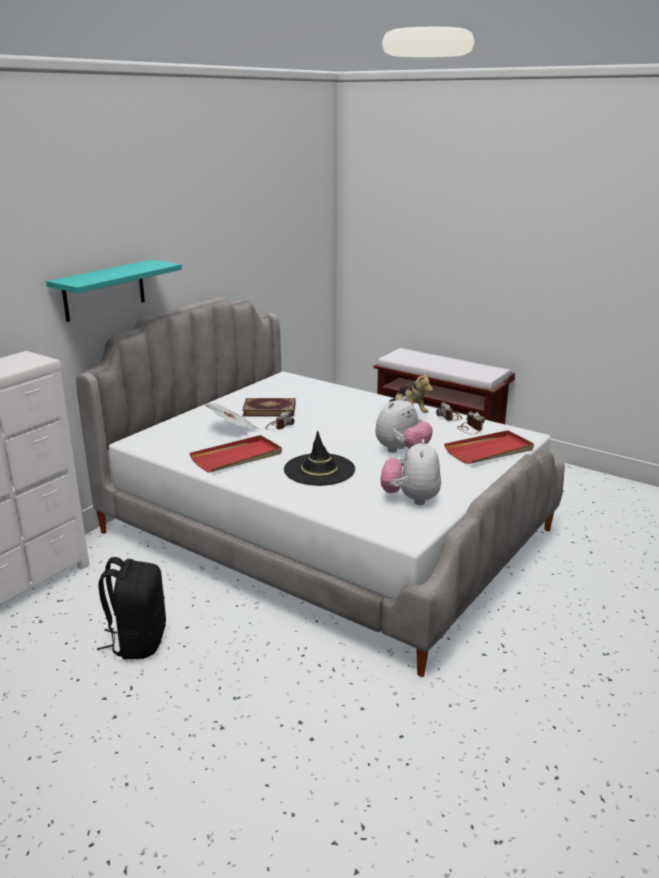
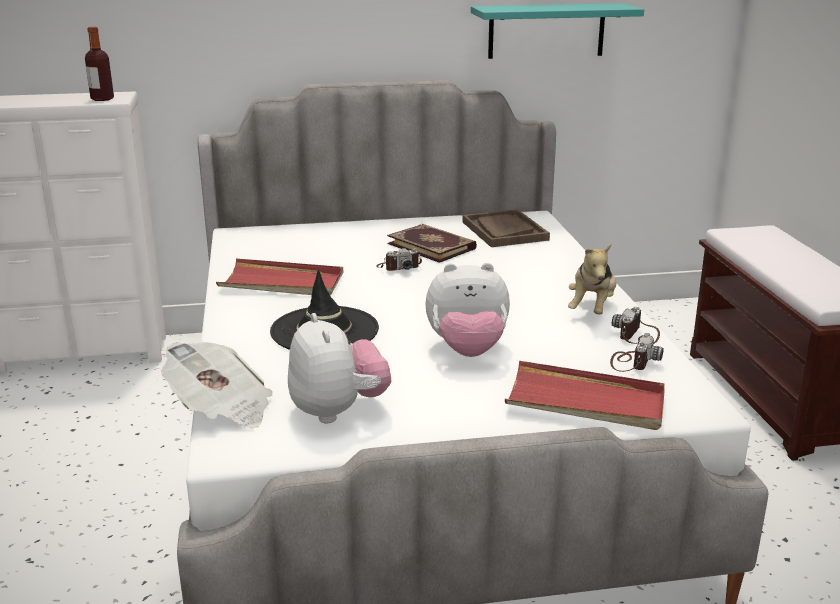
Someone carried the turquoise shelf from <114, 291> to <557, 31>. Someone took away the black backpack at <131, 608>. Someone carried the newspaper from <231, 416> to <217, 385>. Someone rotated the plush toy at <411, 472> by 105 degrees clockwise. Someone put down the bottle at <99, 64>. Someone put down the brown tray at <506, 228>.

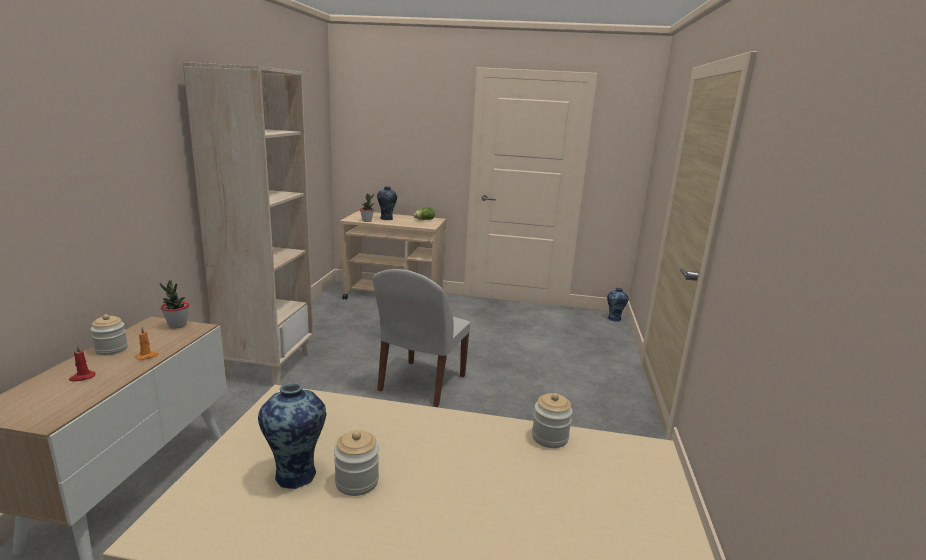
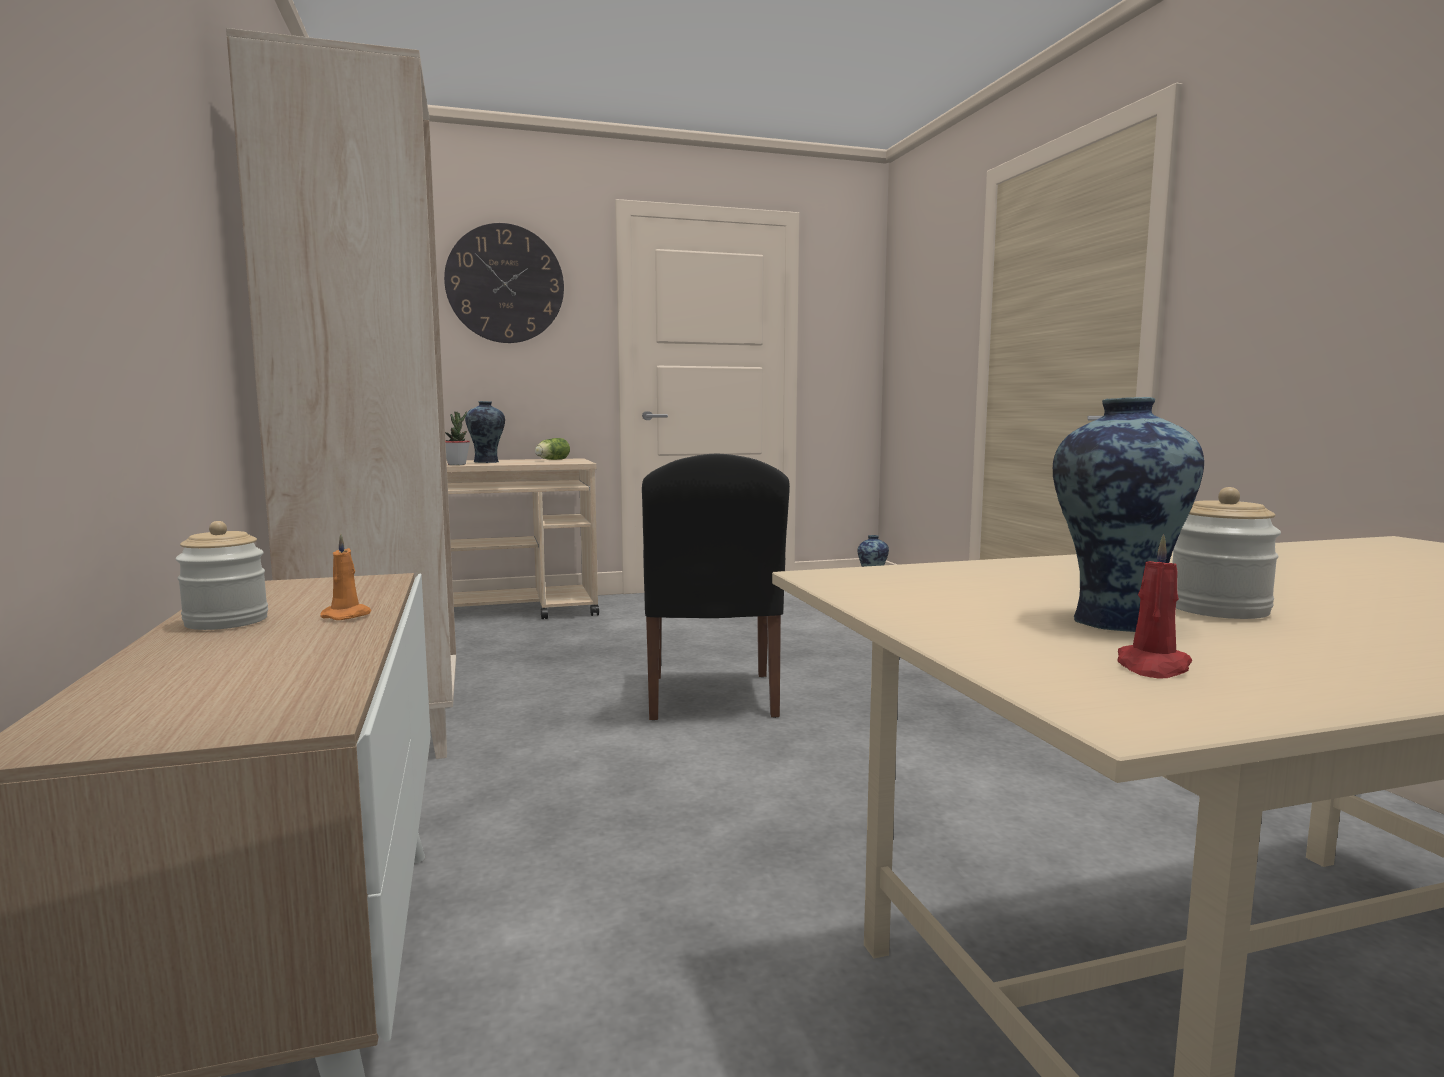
Someone carried the red candle from <82, 363> to <1155, 606>. Someone took away the potted plant at <174, 304>. Someone repainted the white chair at <421, 338>, which became the black chair at <716, 586>. Someone took away the jar at <552, 420>. Someone put up the wall clock at <504, 283>.

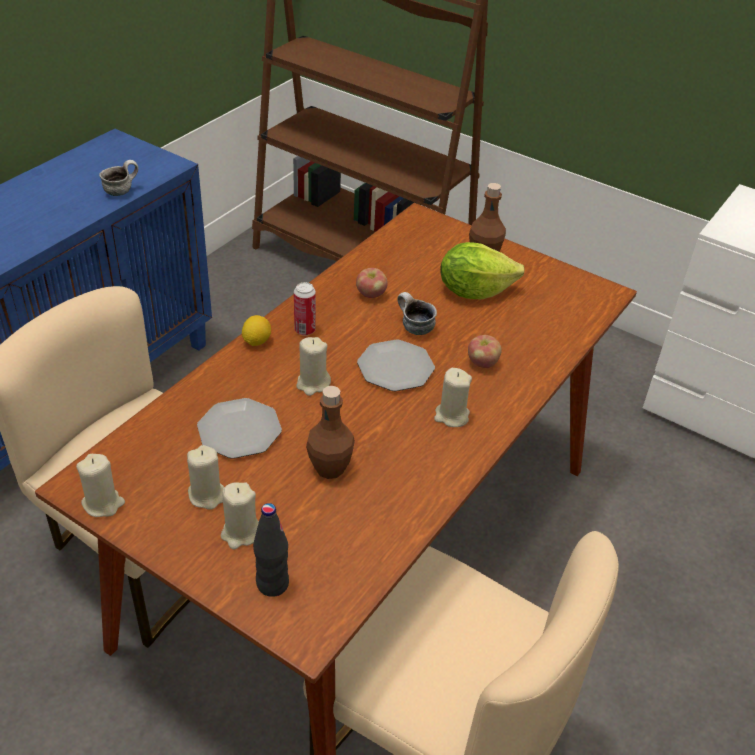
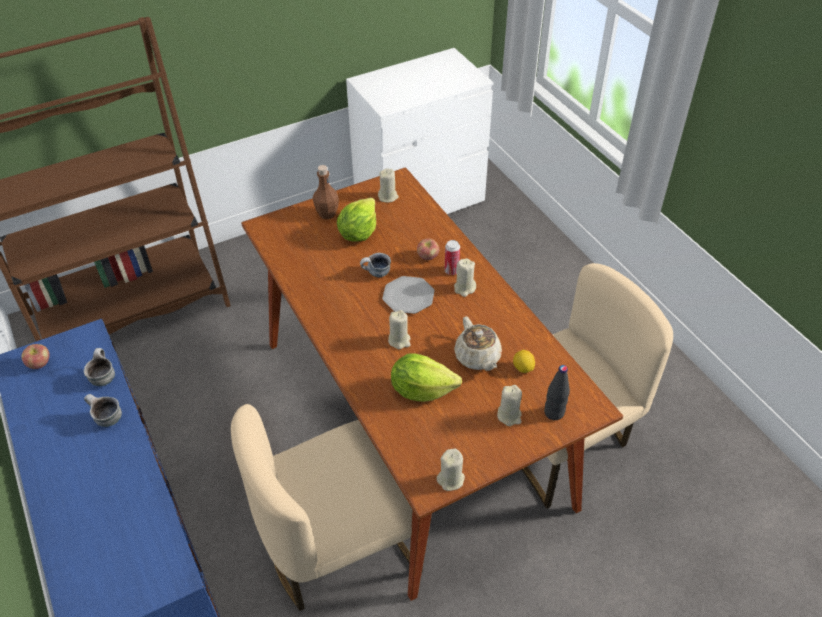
Someone carried the beige candle from <205, 477> to <388, 185>. Someone swapped the plate at <239, 428> for the lettuce at <426, 377>. Someone carried the lemon from <256, 330> to <524, 361>. Someone carried the can from <305, 309> to <452, 257>. Someone swapped the brown bottle at <330, 432> for the beige teapot at <478, 344>. Someone carried the apple from <372, 283> to <36, 356>. Someone put down the mug at <103, 410>.

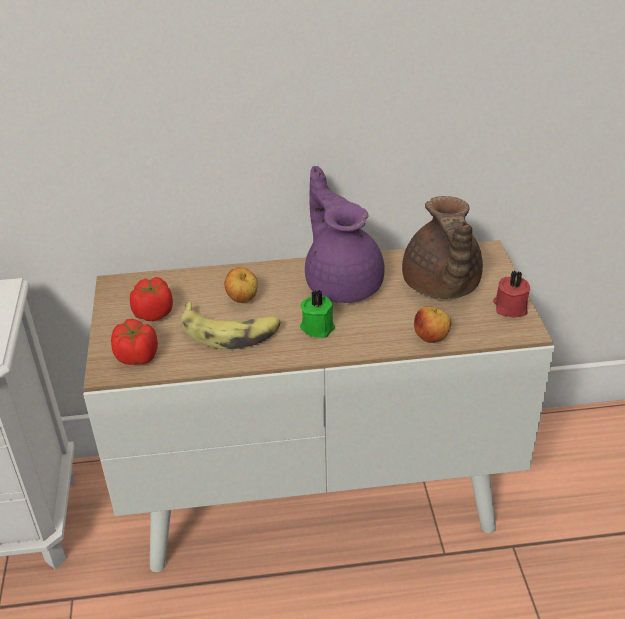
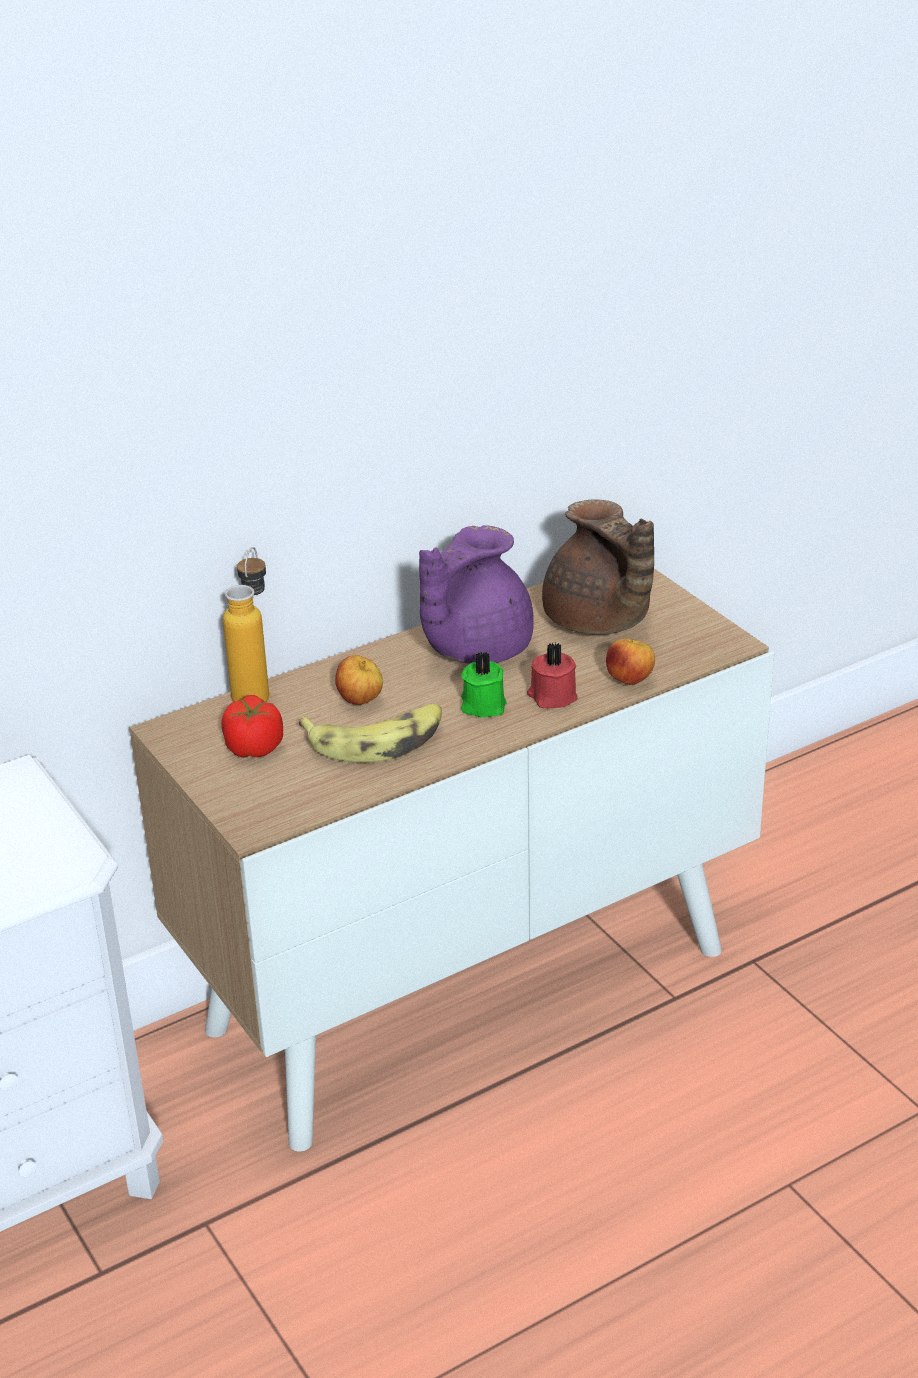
Someone took away the tomato at <134, 342>. Someone rotated the purple teapot at <345, 234> by 90 degrees counterclockwise. Someone carried the red candle from <511, 294> to <552, 675>. Someone put down the bottle at <246, 625>.

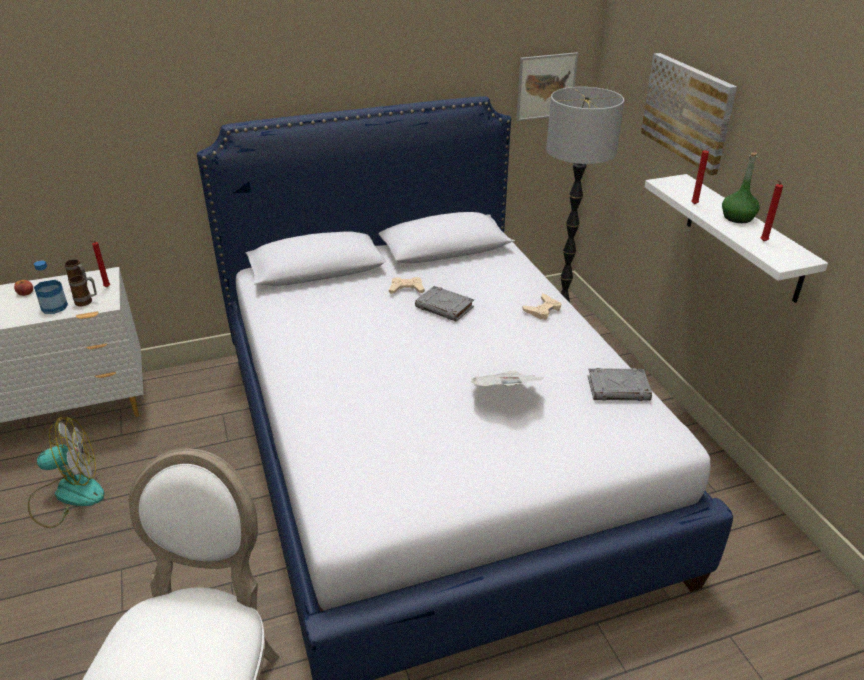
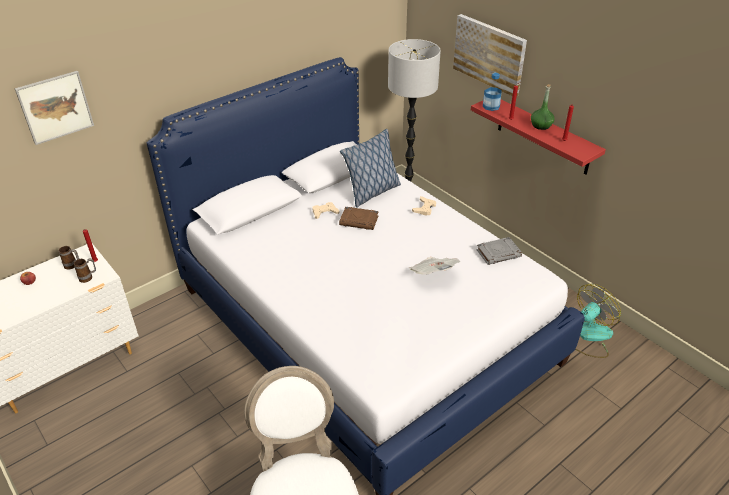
Someone carried the fan from <66, 472> to <598, 321>. Someone carried the bottle from <51, 287> to <492, 92>. Someone repainted the grey book at <444, 304>, which became the brown book at <359, 218>. Someone carried the picture from <547, 86> to <54, 108>. Someone repainted the white shelf at <736, 238>, which became the red shelf at <538, 137>. Someone put down the pillow at <370, 168>.

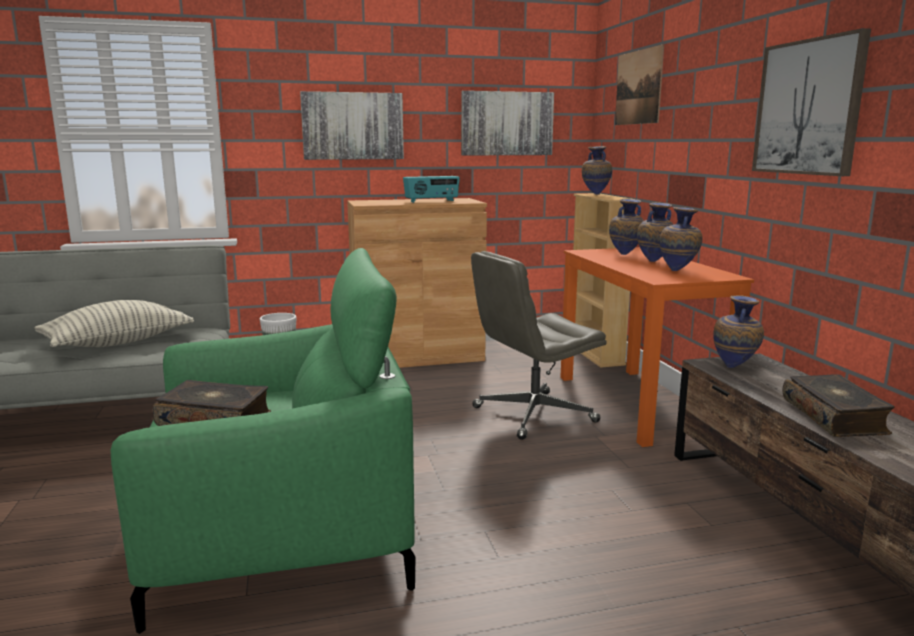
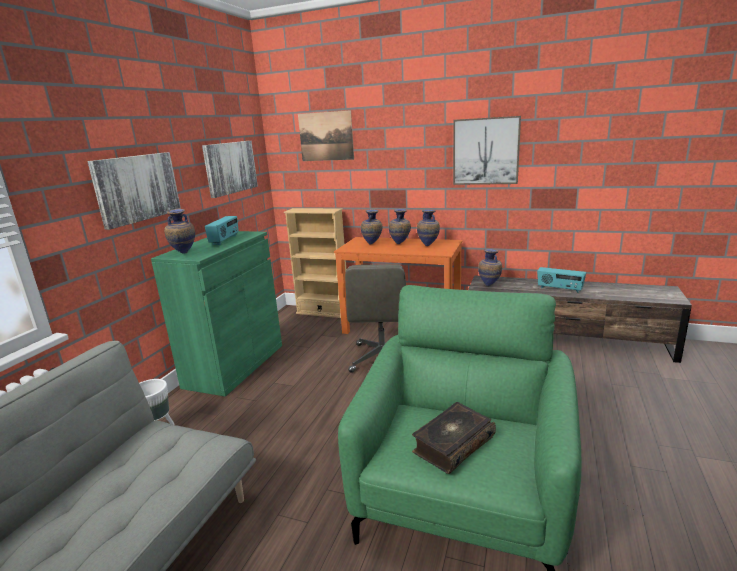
Someone took away the pillow at <114, 323>. Someone repainted the brown cabinet at <417, 283>, which became the green cabinet at <216, 314>. Someone carried the vase from <597, 170> to <179, 231>. Someone swapped the book at <838, 405> for the radio at <561, 280>.

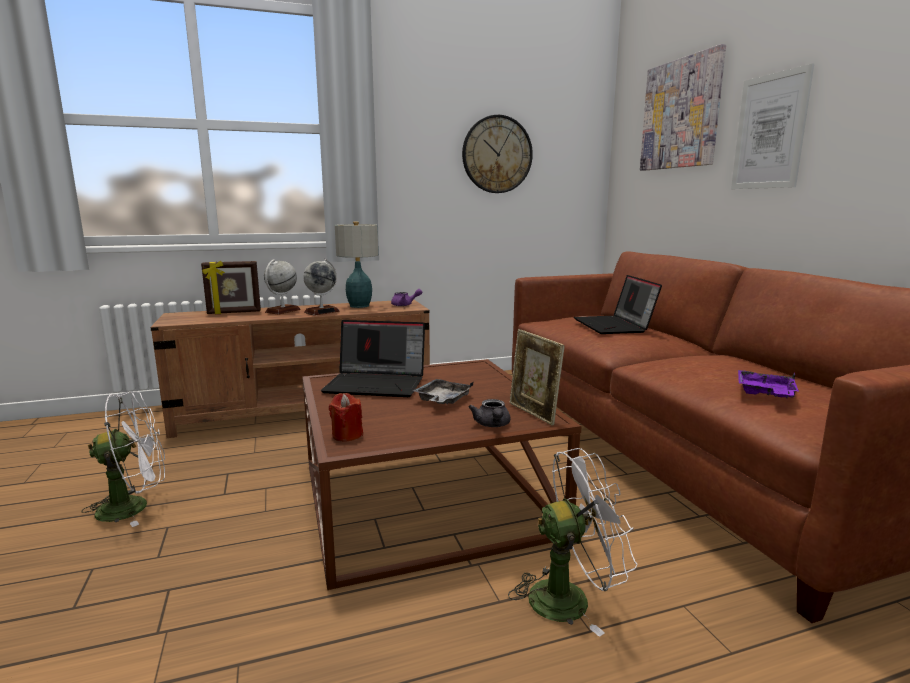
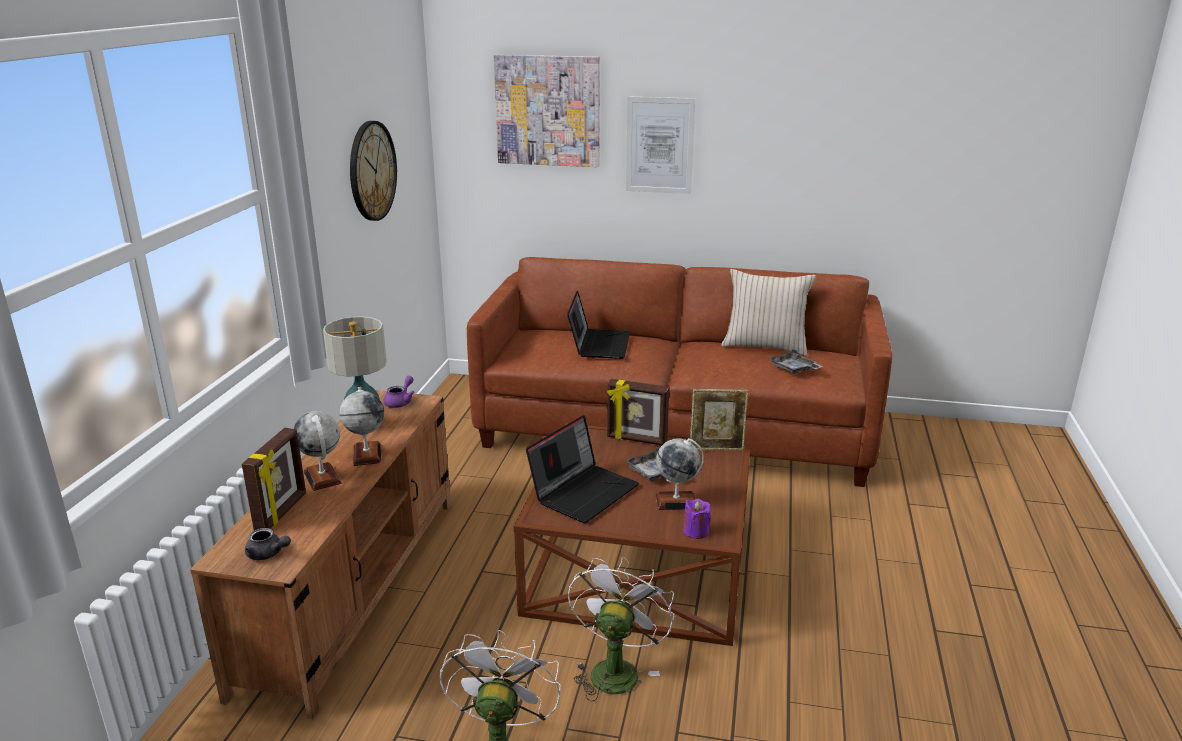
Someone repainted the red candle at <346, 417>, which became the purple candle at <697, 519>. Someone carried the grey teapot from <489, 413> to <268, 544>. Someone carried the white fan from <572, 542> to <621, 628>. Someone rotated the laptop at <618, 304> by 105 degrees counterclockwise. Someone repainted the purple tray at <768, 384>, which became the grey tray at <795, 361>. Someone put down the picture frame at <638, 412>. Someone put down the globe at <679, 474>. Someone put down the beige pillow at <769, 312>.

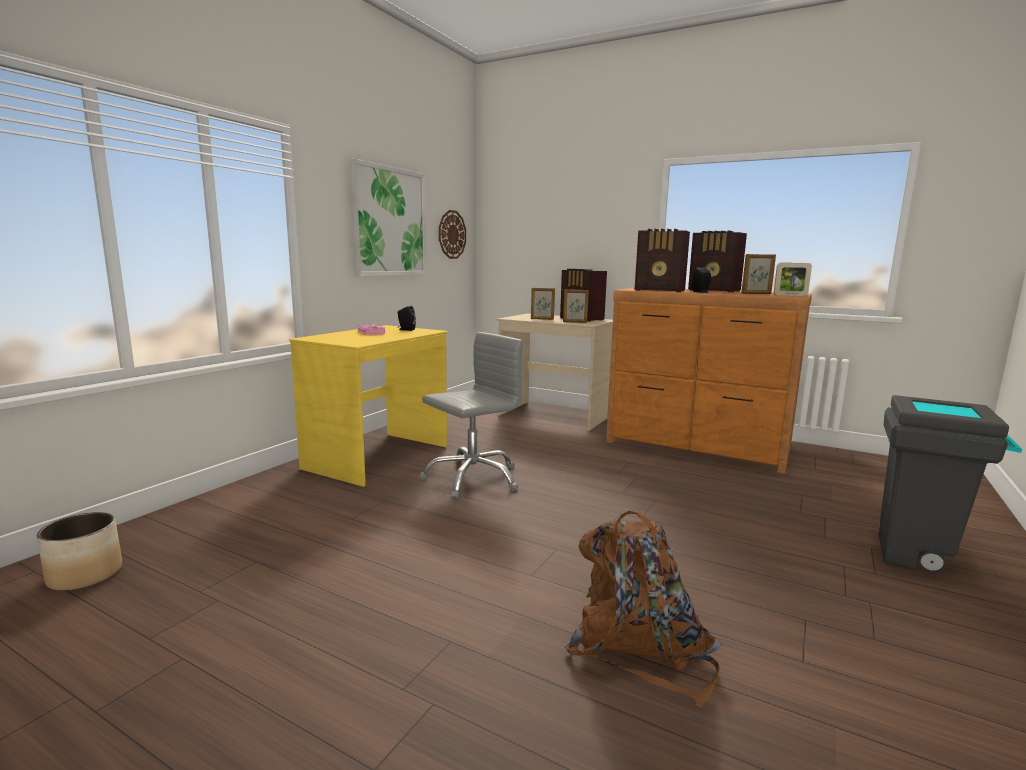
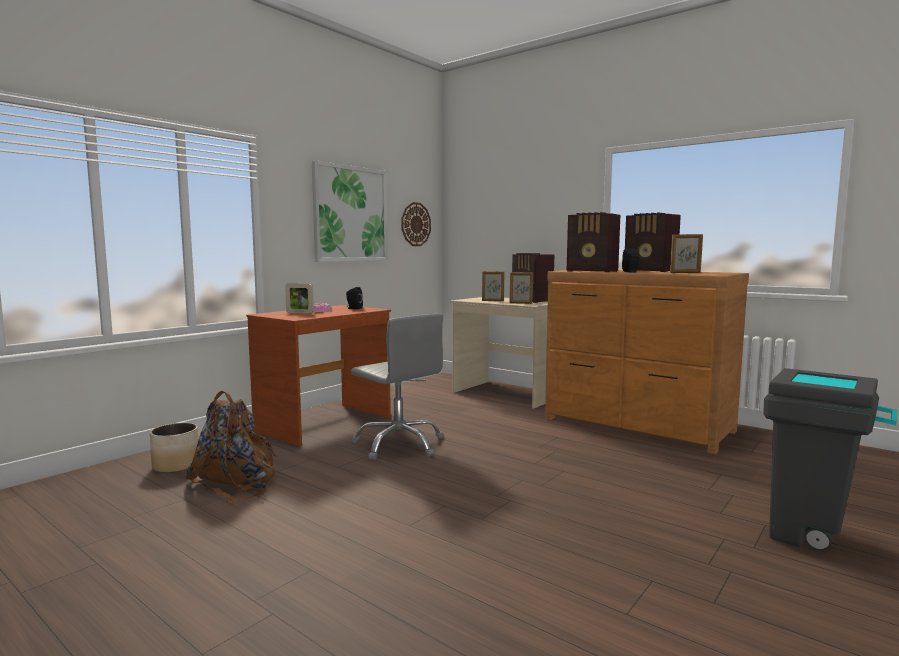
Someone carried the planter from <79, 551> to <174, 448>. Someone repainted the yellow desk at <369, 406>, which became the brown desk at <318, 376>. Someone rotated the grey office chair at <471, 415> by 75 degrees clockwise. Someone carried the brown backpack from <643, 609> to <231, 447>. Someone carried the picture frame from <793, 279> to <299, 299>.

